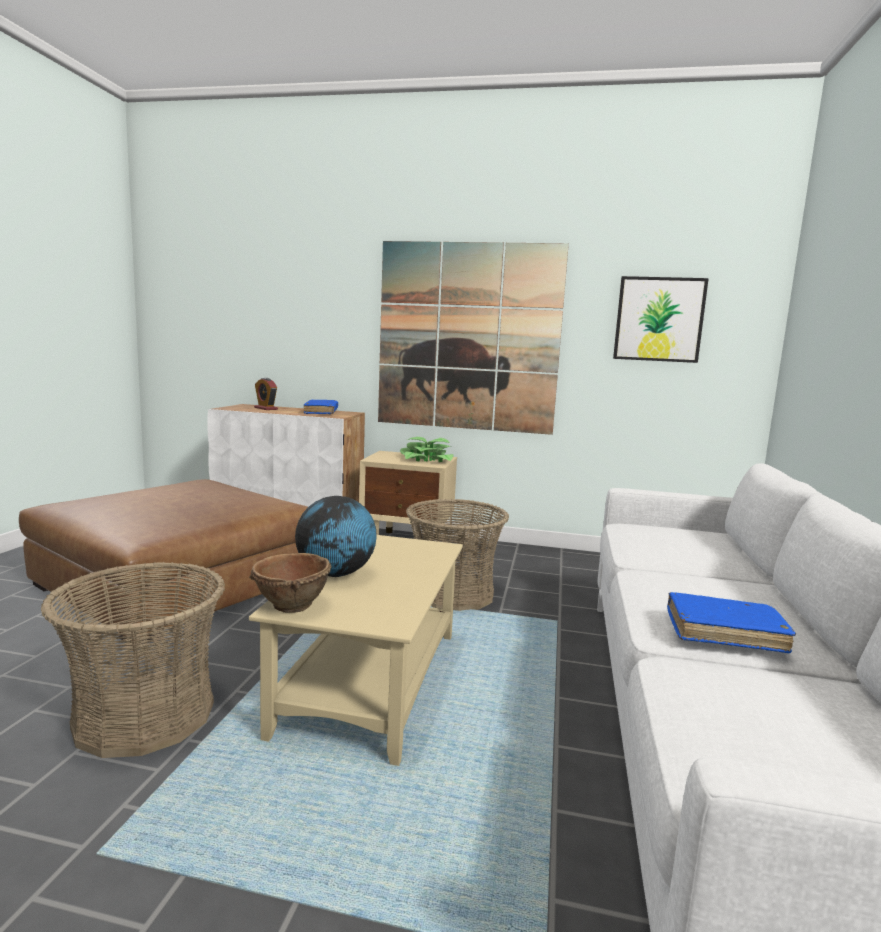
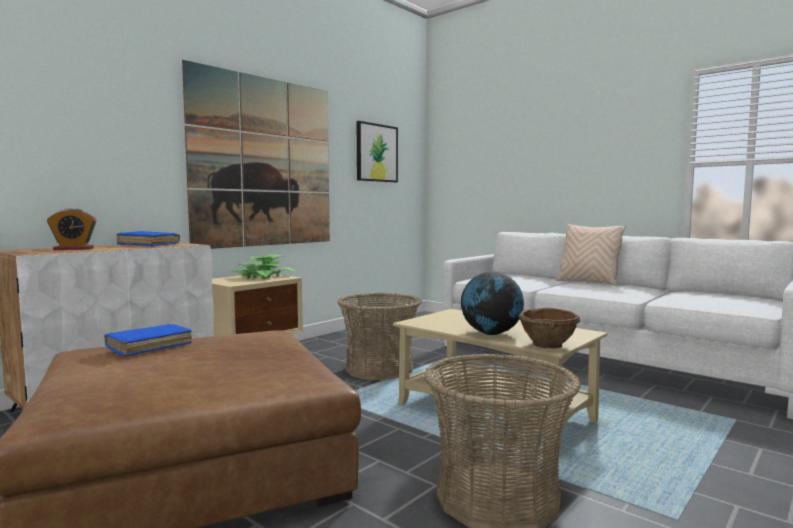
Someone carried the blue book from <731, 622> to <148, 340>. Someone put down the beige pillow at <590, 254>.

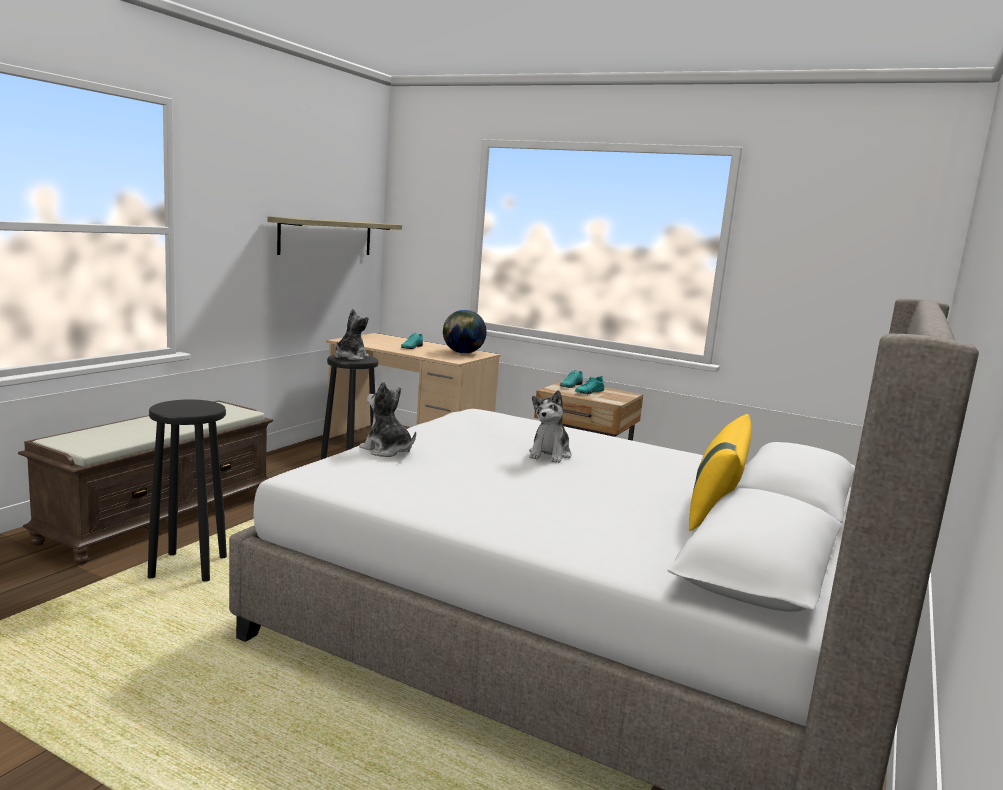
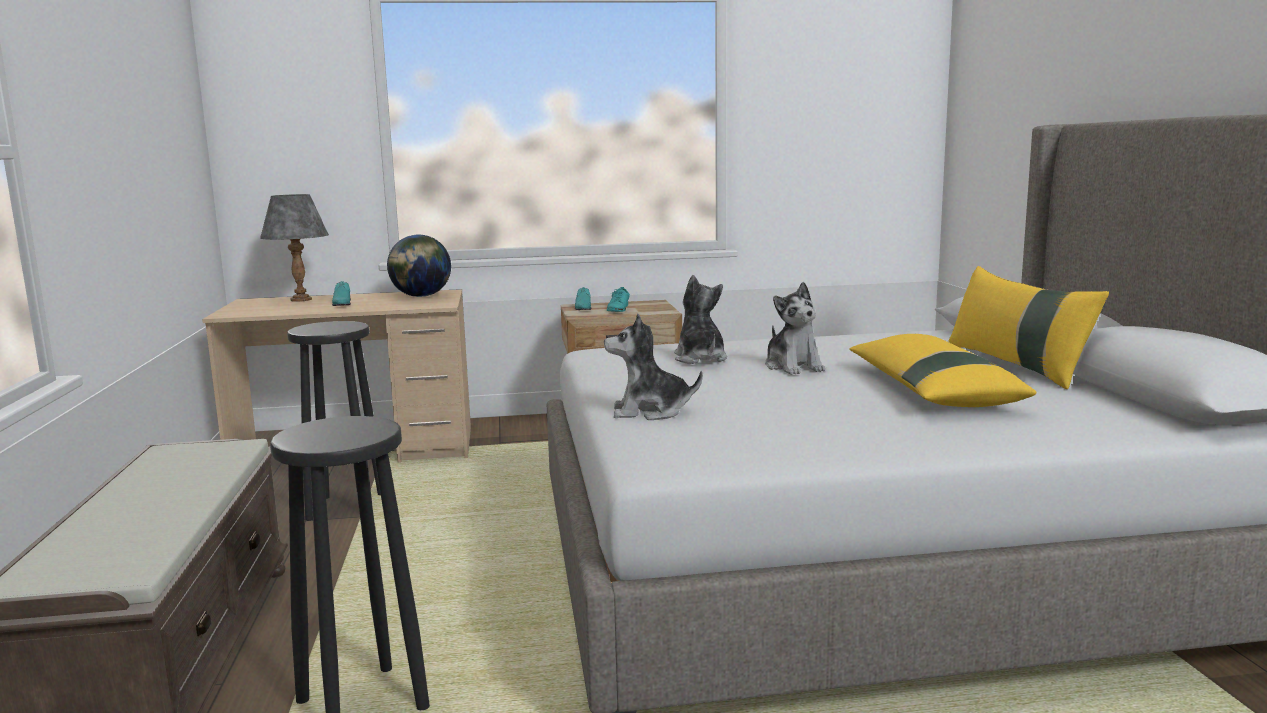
Someone took away the shelf at <335, 235>. Someone carried the plush toy from <352, 334> to <700, 319>. Someone put down the grey table lamp at <294, 248>. Someone put down the yellow pillow at <942, 370>.

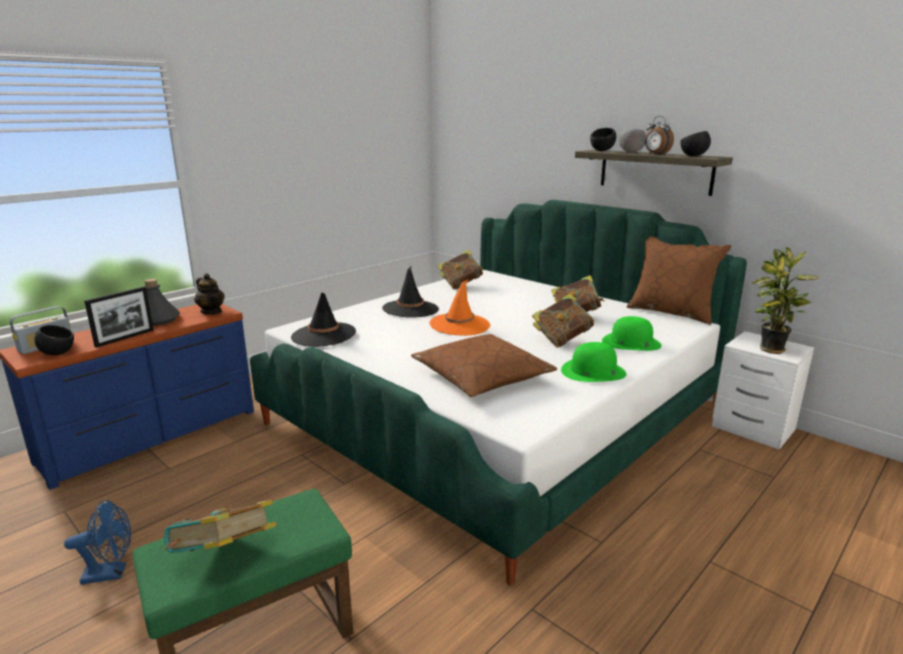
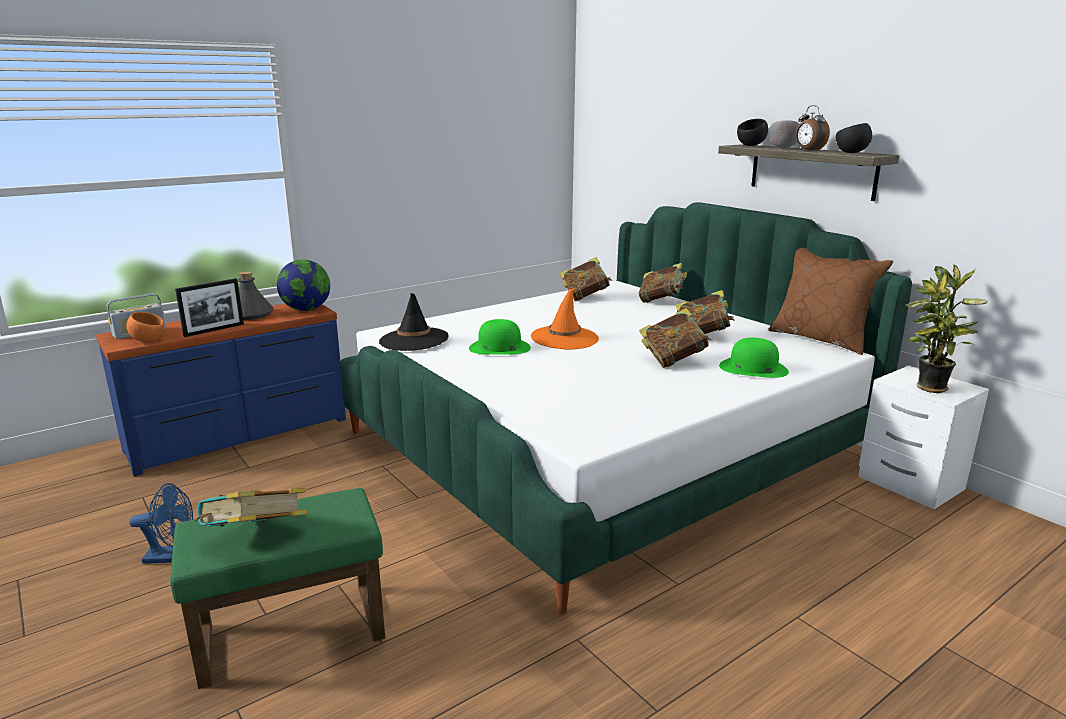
Someone repainted the black bowl at <54, 340>, which became the orange bowl at <145, 327>. Someone swapped the teapot at <209, 293> for the globe at <303, 285>. Someone took away the black hat at <410, 292>. Someone took away the brown pillow at <484, 365>. Someone carried the green hat from <593, 362> to <500, 337>. Someone put down the book at <663, 283>.

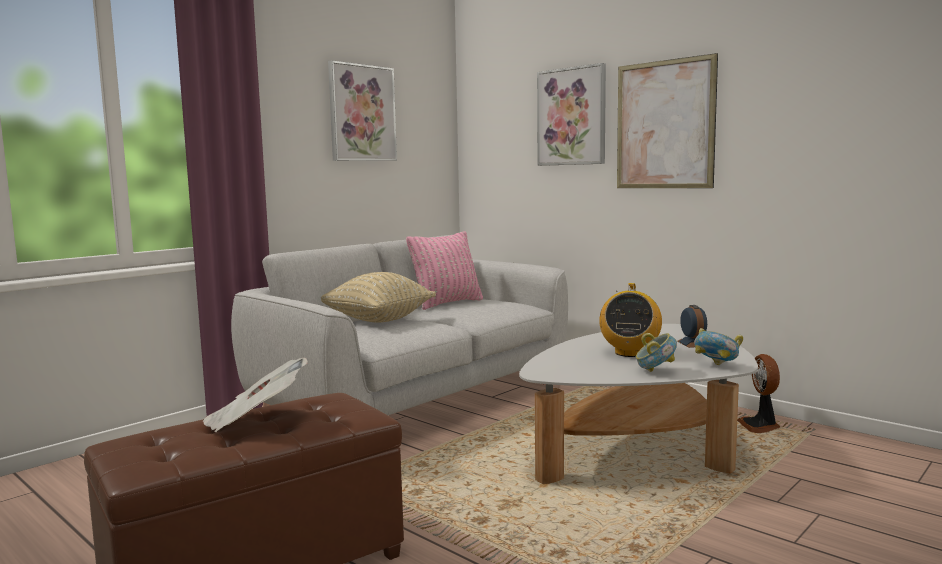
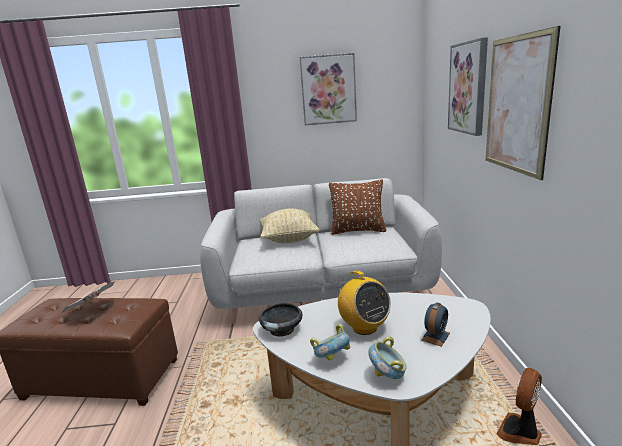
Someone repainted the pink pillow at <444, 270>, which became the brown pillow at <357, 207>. Someone rotated the radio at <630, 320> by 90 degrees counterclockwise. Someone put down the black bowl at <280, 320>.

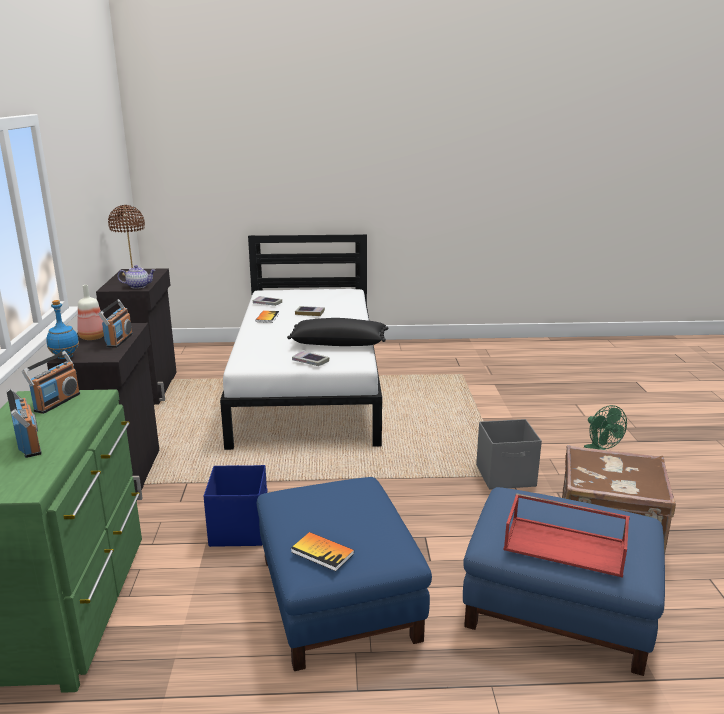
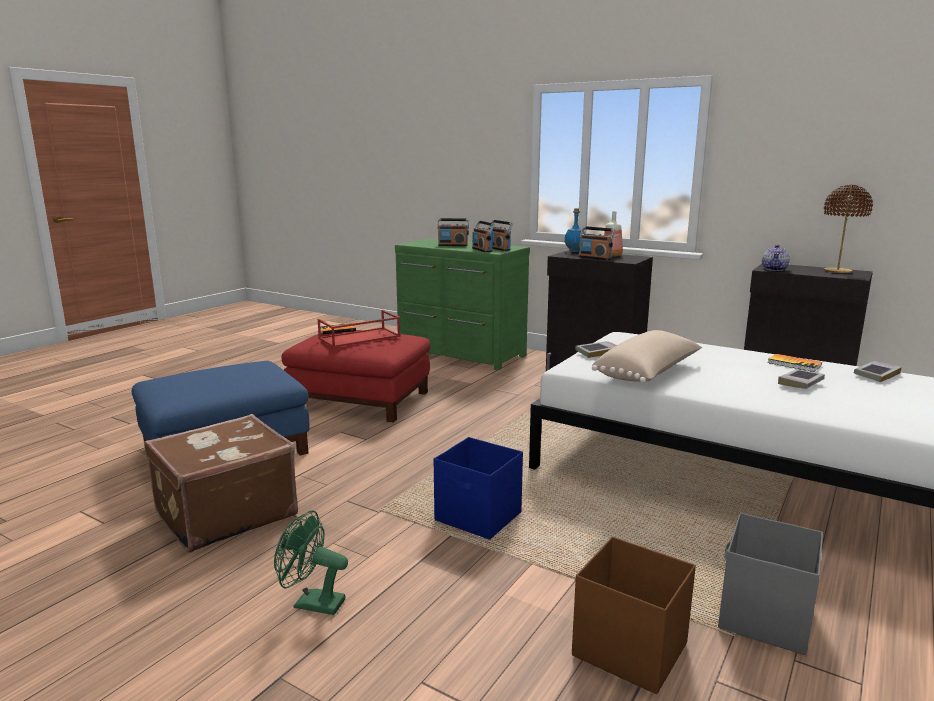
Someone carried the blue storage box from <236, 506> to <478, 488>. Someone repainted the blue ottoman at <344, 574>, which became the red ottoman at <355, 376>. Someone repainted the black pillow at <337, 332>, which became the beige pillow at <647, 356>. Someone carried the grey storage box from <509, 454> to <770, 584>. Someone carried the red tray from <567, 535> to <359, 329>. Someone put down the radio at <483, 236>. Someone put down the brown storage box at <634, 615>.

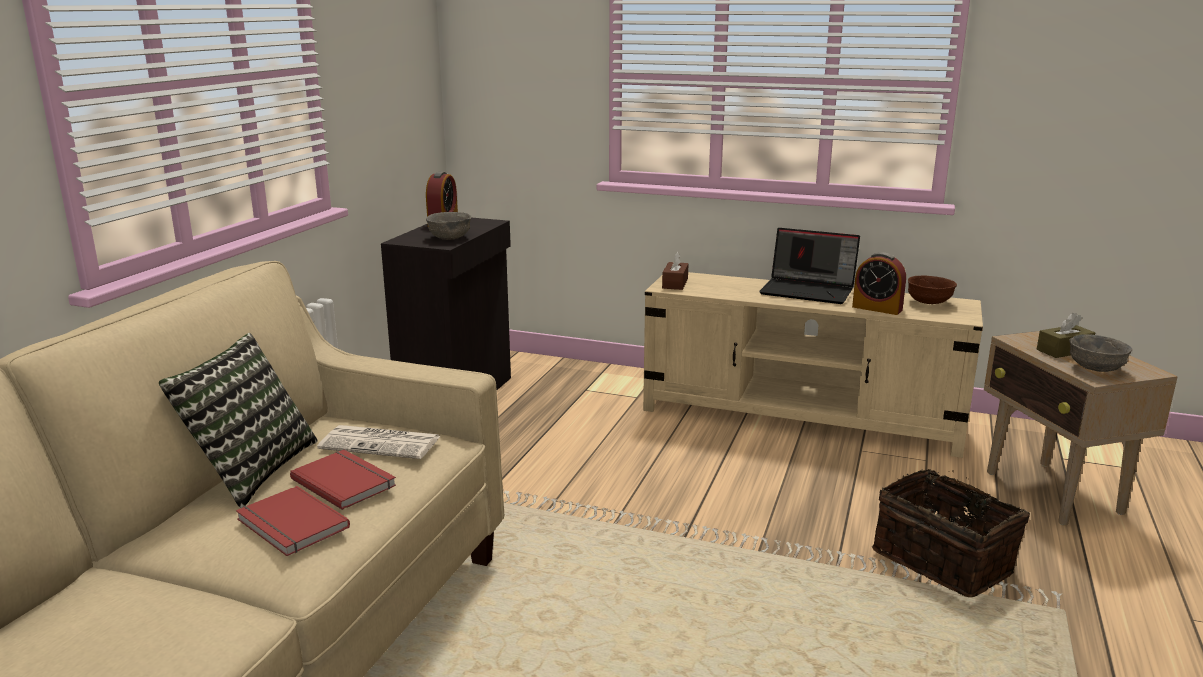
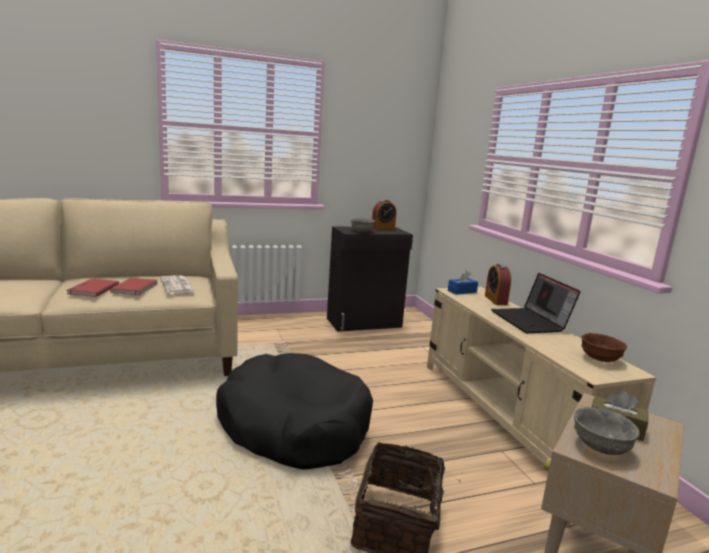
Someone took away the pillow at <238, 420>. Someone repainted the brown tissue box at <675, 271>, which became the blue tissue box at <463, 282>. Someone carried the alarm clock from <879, 283> to <498, 284>. Someone put down the black dog bed at <294, 411>.

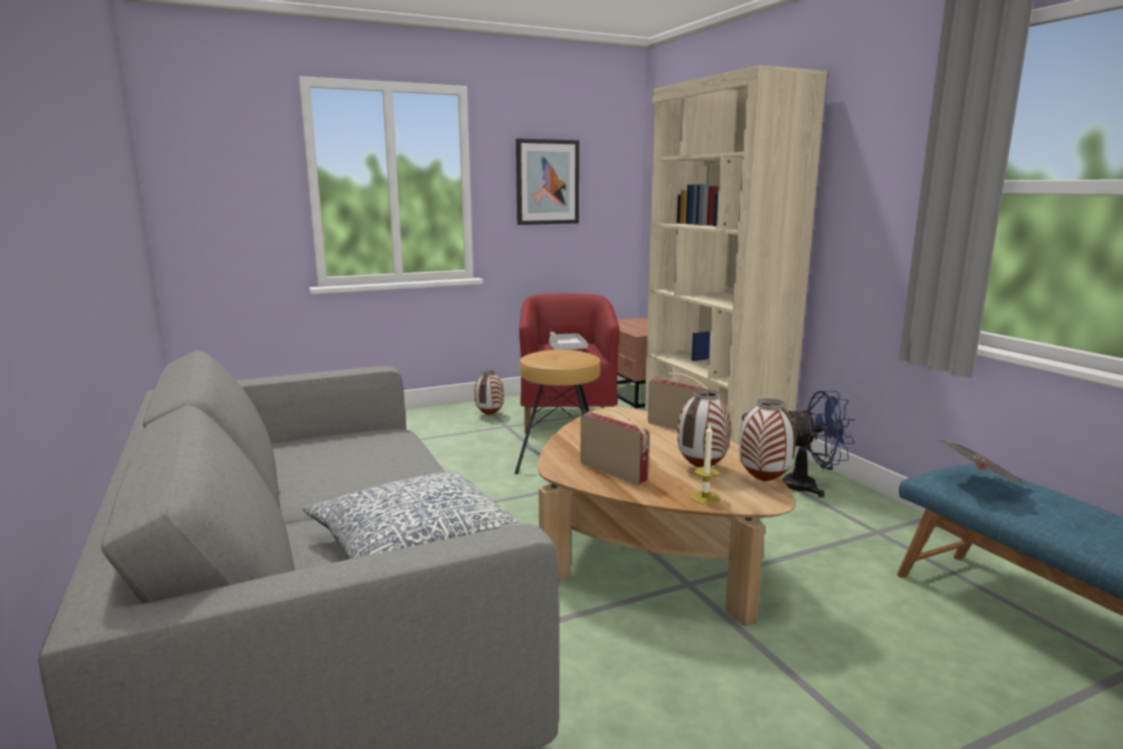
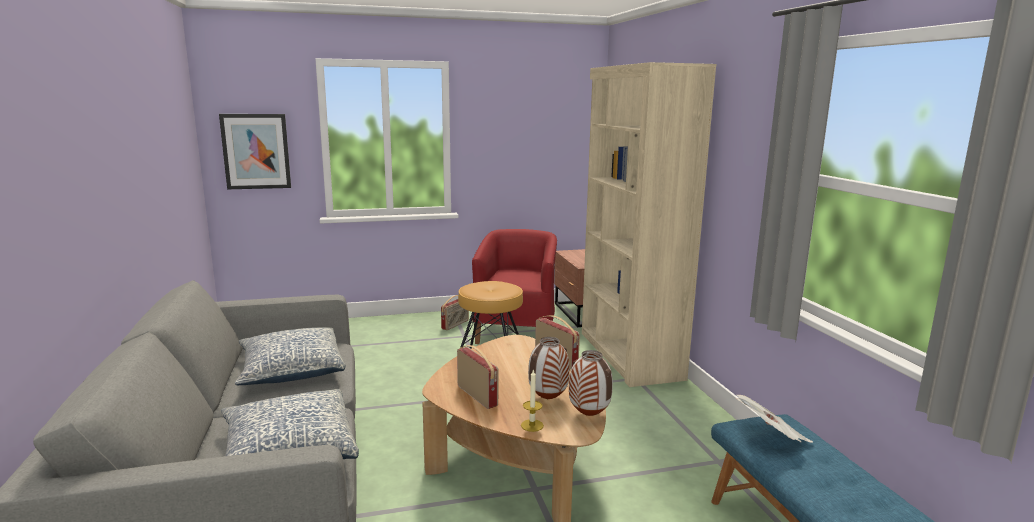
Someone swapped the vase at <489, 393> for the radio at <455, 312>. Someone carried the picture from <547, 182> to <255, 151>. Someone took away the grey tray at <568, 341>. Someone took away the blue fan at <818, 444>. Someone put down the pillow at <290, 356>.

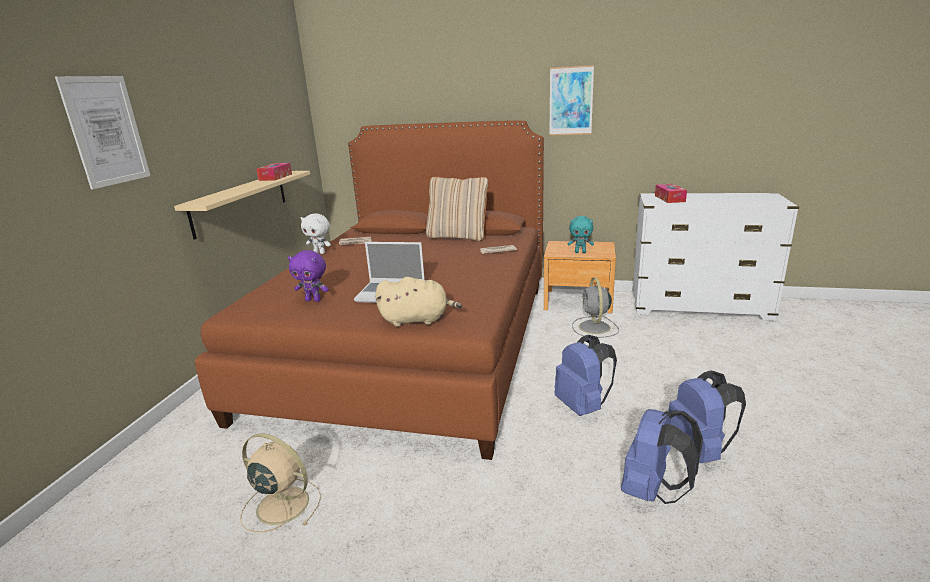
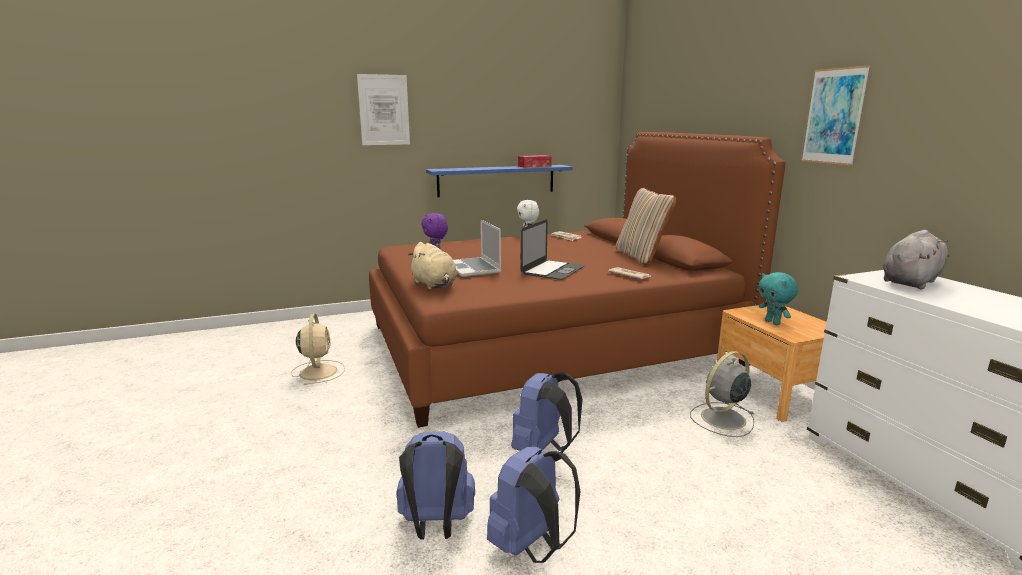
Someone repainted the beige shelf at <242, 205>, which became the blue shelf at <499, 181>. Someone swapped the tissue box at <671, 193> for the grey plush toy at <916, 259>. Someone put down the laptop at <553, 249>.

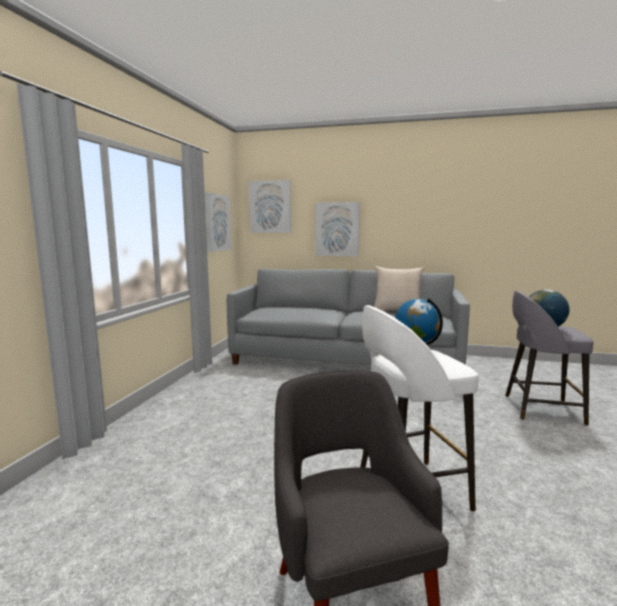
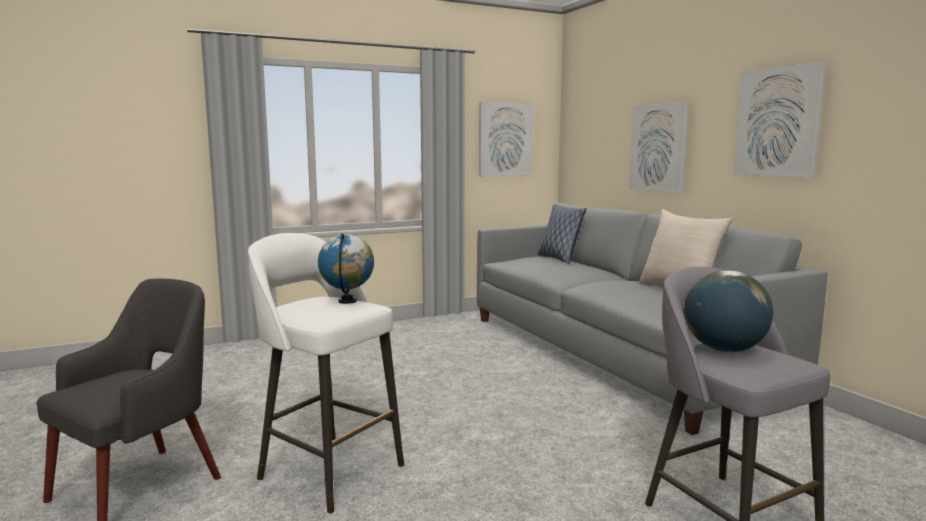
Someone carried the picture from <270, 206> to <780, 119>. Someone put down the pillow at <561, 234>.

